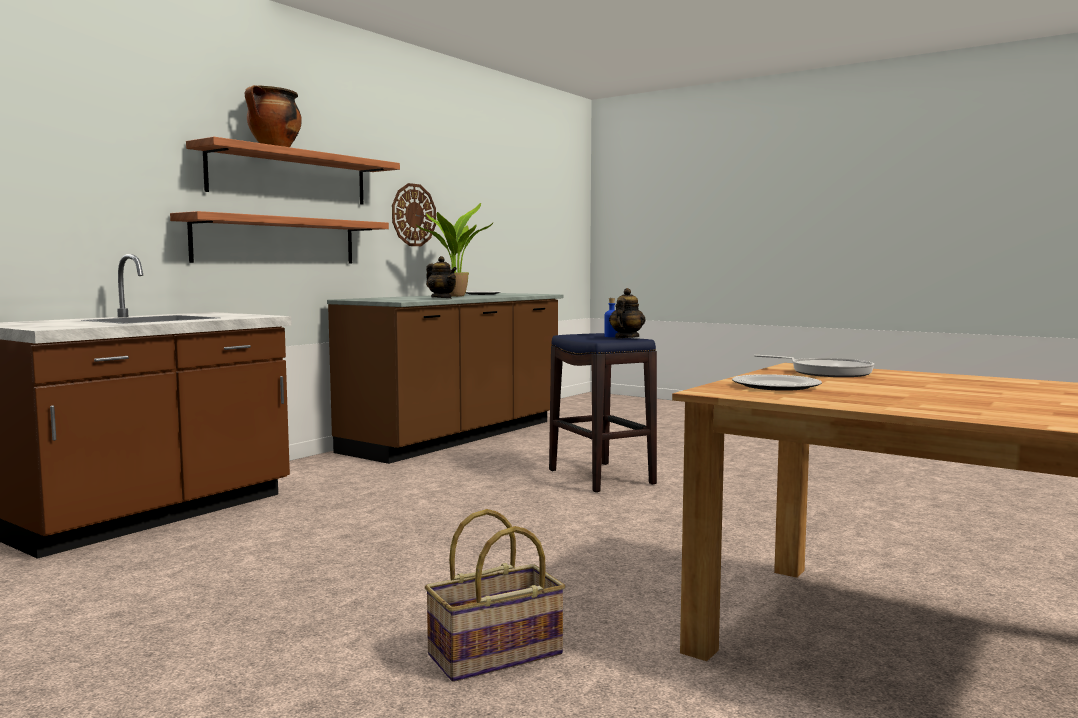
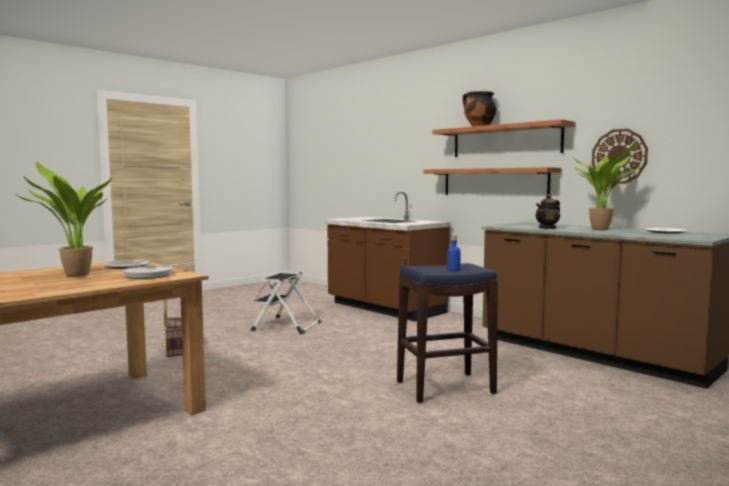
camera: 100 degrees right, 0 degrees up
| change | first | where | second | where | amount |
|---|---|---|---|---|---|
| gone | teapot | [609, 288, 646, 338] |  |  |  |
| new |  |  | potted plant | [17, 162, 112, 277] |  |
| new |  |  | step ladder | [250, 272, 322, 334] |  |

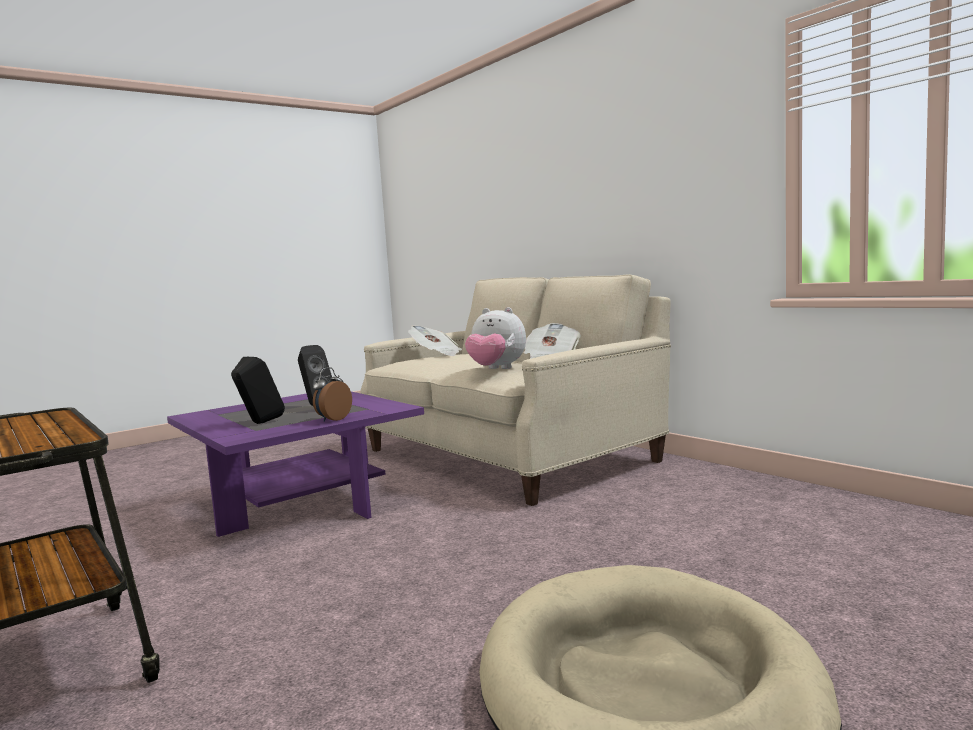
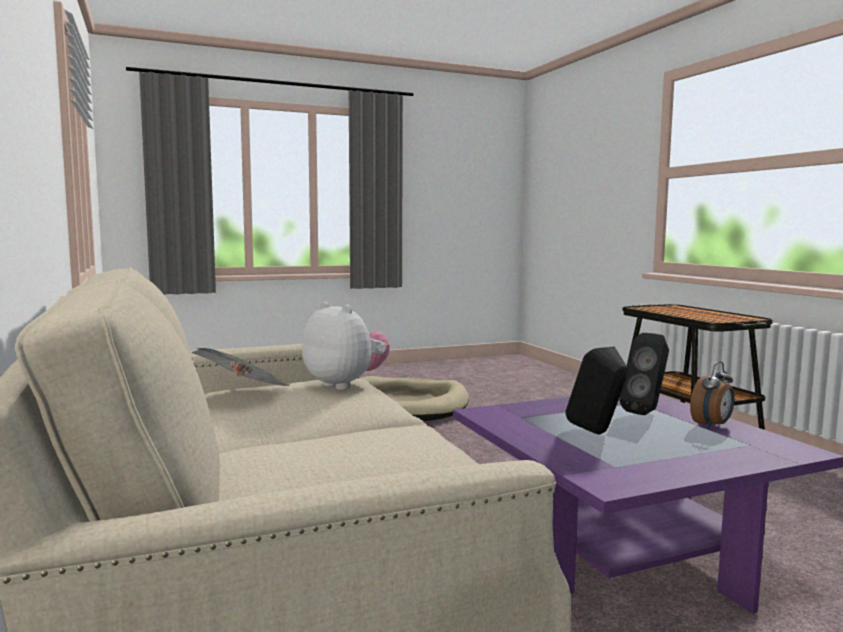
camera: 165 degrees left, 0 degrees up
| change | first | where | second | where | amount |
|---|---|---|---|---|---|
| gone | newspaper | [408, 325, 462, 356] |  |  |  |
| shifted | alarm clock | [313, 367, 352, 422] |  | [690, 361, 735, 429] |  |

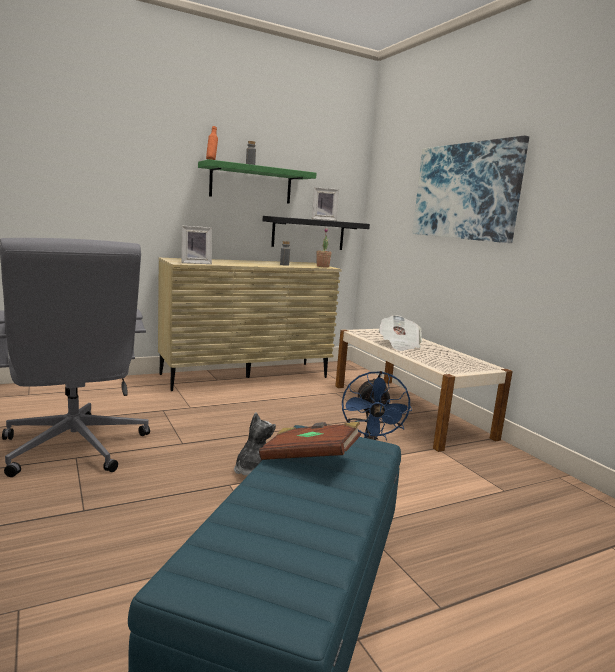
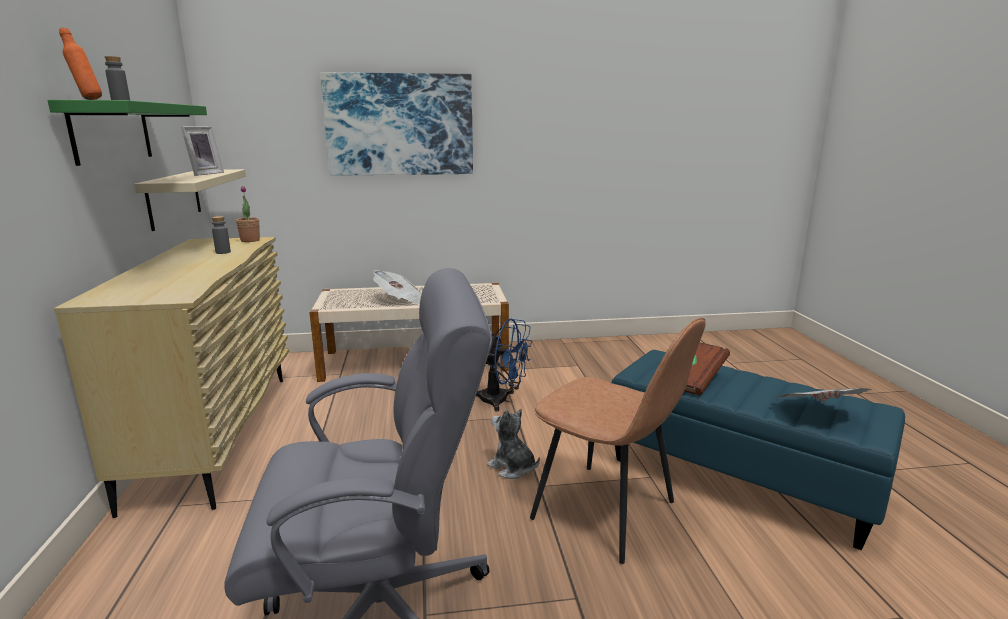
camera: 70 degrees left, 5 degrees up
| change | first | where | second | where | amount |
|---|---|---|---|---|---|
| repainted | black shelf | [263, 216, 370, 250] | beige shelf | [134, 169, 246, 231] |  |
| gone | picture frame | [181, 226, 212, 264] |  |  |  |
| new |  |  | brown chair | [530, 318, 706, 564] |  |
| new |  |  | newspaper | [775, 388, 872, 402] |  |

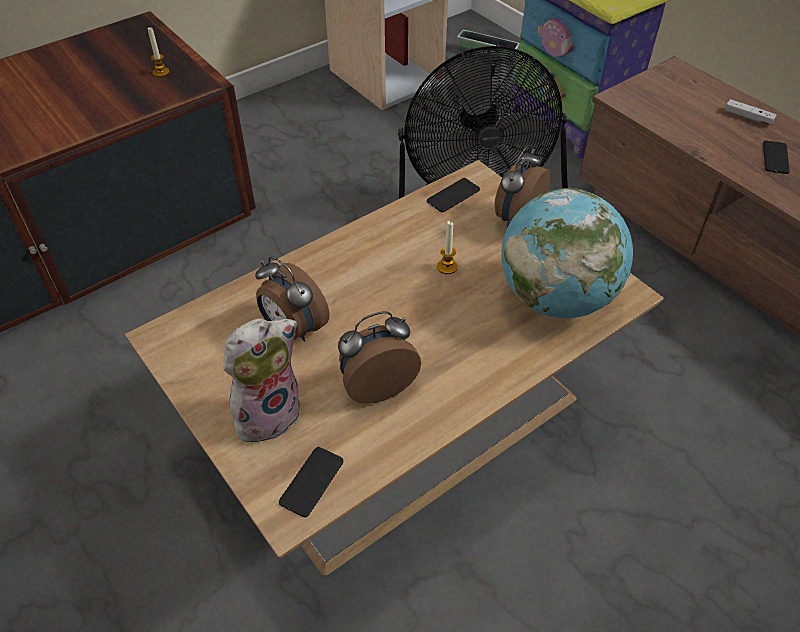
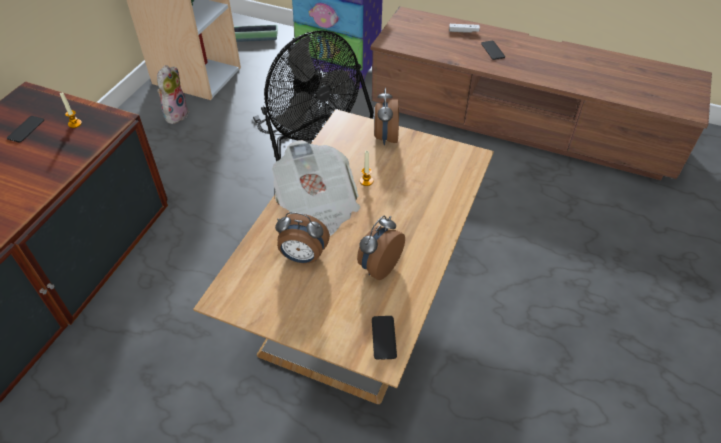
camera: 30 degrees left, 0 degrees up
| change | first | where | second | where | amount |
|---|---|---|---|---|---|
| shifted | phone | [427, 178, 480, 212] |  | [7, 116, 44, 143] |  |
| gone | globe | [501, 188, 633, 318] |  |  |  |
| shifted | plush toy | [223, 318, 300, 442] |  | [157, 65, 189, 124] |  |
| new |  |  | newspaper | [272, 140, 360, 236] |  |

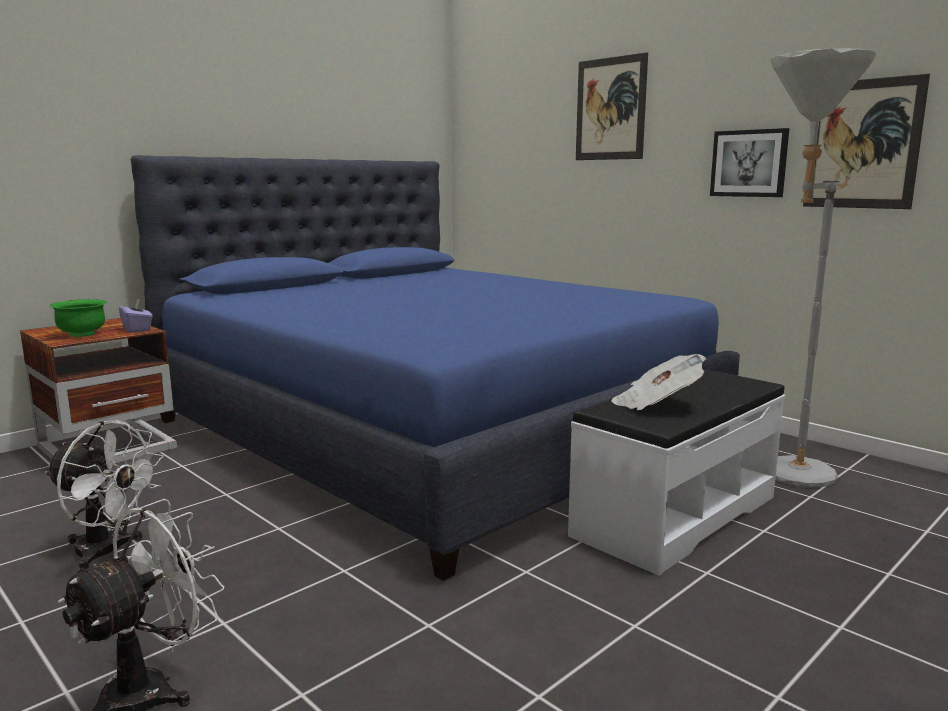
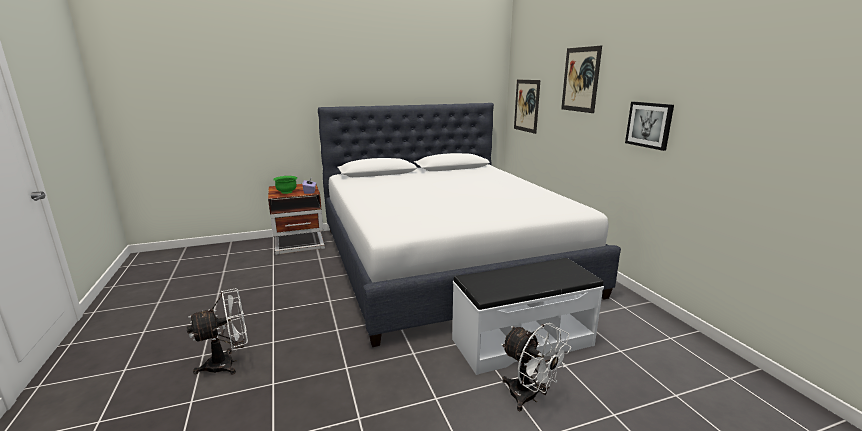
camera: 25 degrees right, 5 degrees up
| change | first | where | second | where | amount |
|---|---|---|---|---|---|
| gone | grey floor lamp | [771, 48, 876, 487] |  |  |  |
| shifted | picture | [803, 74, 930, 209] |  | [514, 79, 541, 134] |  |
| repainted | blue bed | [131, 155, 740, 581] | white bed | [318, 103, 621, 347] |  |
| gone | newspaper | [611, 354, 706, 410] |  |  |  |
| shifted | white fan | [45, 420, 164, 570] |  | [501, 323, 571, 411] |  |

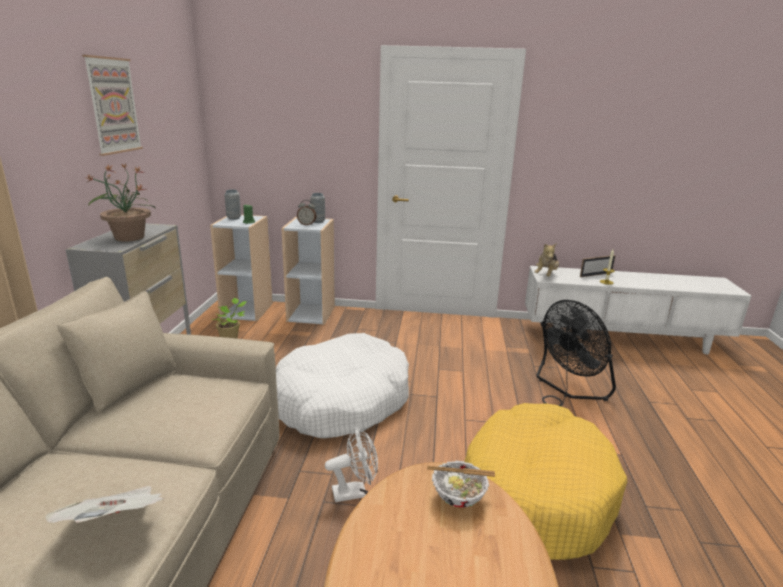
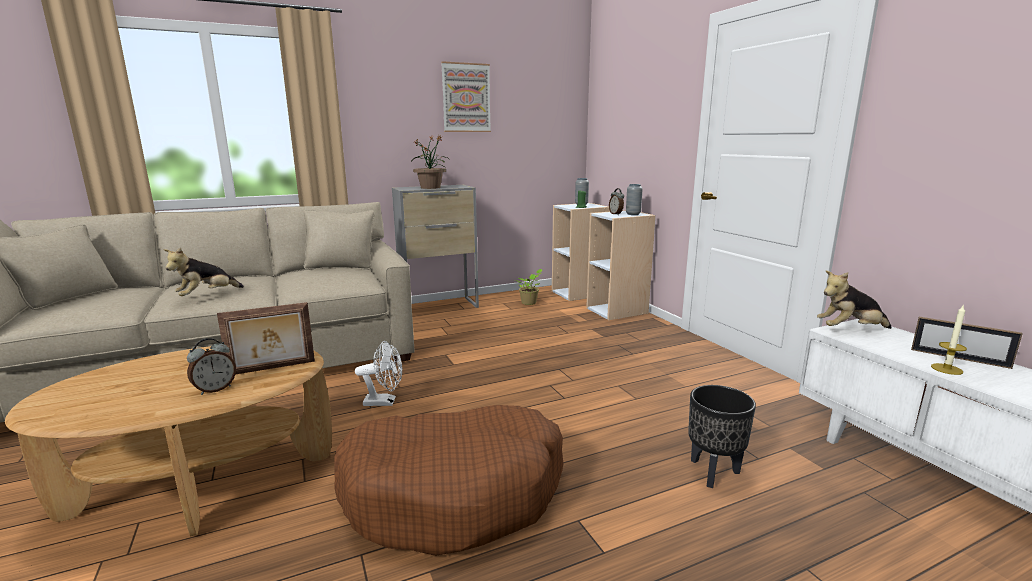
camera: 60 degrees right, 5 degrees down
| change | first | where | second | where | amount |
|---|---|---|---|---|---|
| swapped | black fan | [536, 300, 616, 406] | black planter | [688, 385, 756, 488] |  |
| gone | white dog bed | [276, 333, 409, 438] |  |  |  |
| repainted | yellow dog bed | [465, 403, 627, 560] | brown dog bed | [334, 405, 563, 556] |  |
| rotated | white fan | [325, 427, 378, 502] |  | [355, 341, 402, 406] | 45 degrees counterclockwise |
| swapped | bowl | [427, 461, 495, 508] | picture frame | [217, 302, 315, 375] |  |
| swapped | newspaper | [45, 486, 165, 523] | plush toy | [163, 247, 244, 296] |  |
| new |  |  | alarm clock | [187, 338, 236, 395] |  |

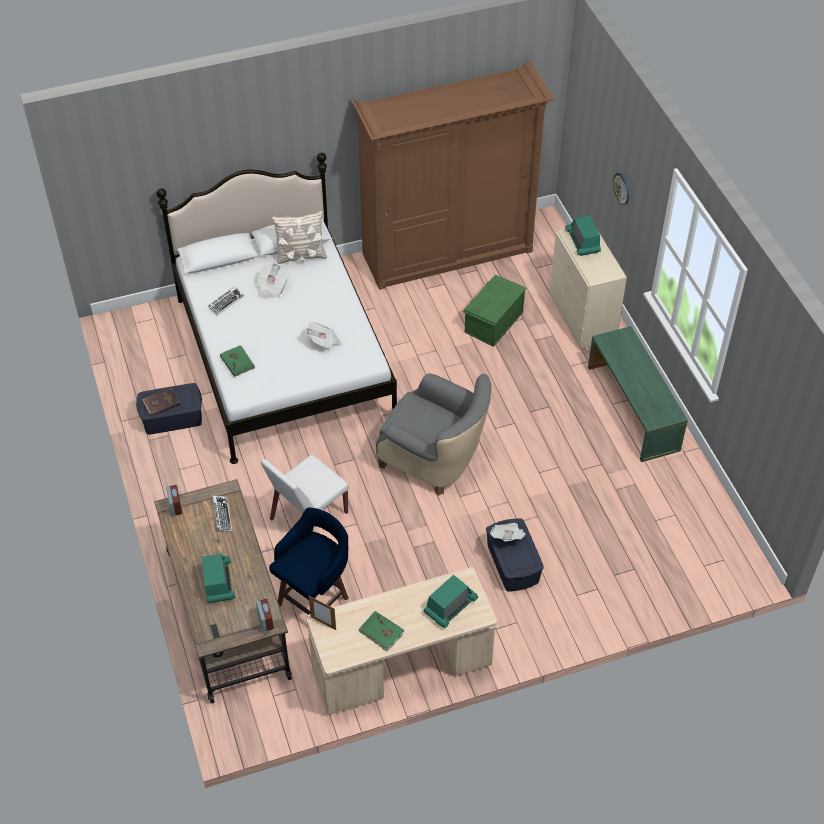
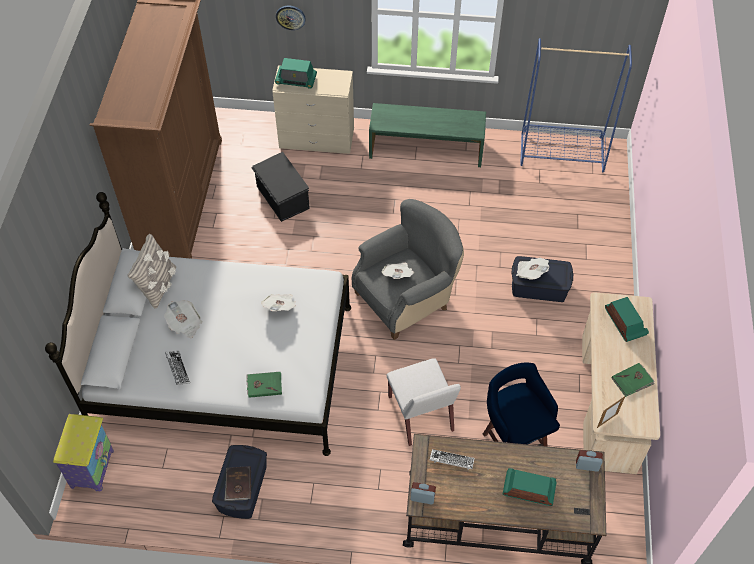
camera: 65 degrees left, 5 degrees up
| change | first | where | second | where | amount |
|---|---|---|---|---|---|
| repainted | green storage box | [462, 275, 527, 347] | black storage box | [251, 152, 310, 222] |  |
| new |  |  | blue clothes rack | [520, 38, 632, 173] |  |
| new |  |  | newspaper | [381, 262, 414, 279] |  |
| new |  |  | nightstand | [53, 414, 114, 492] |  |

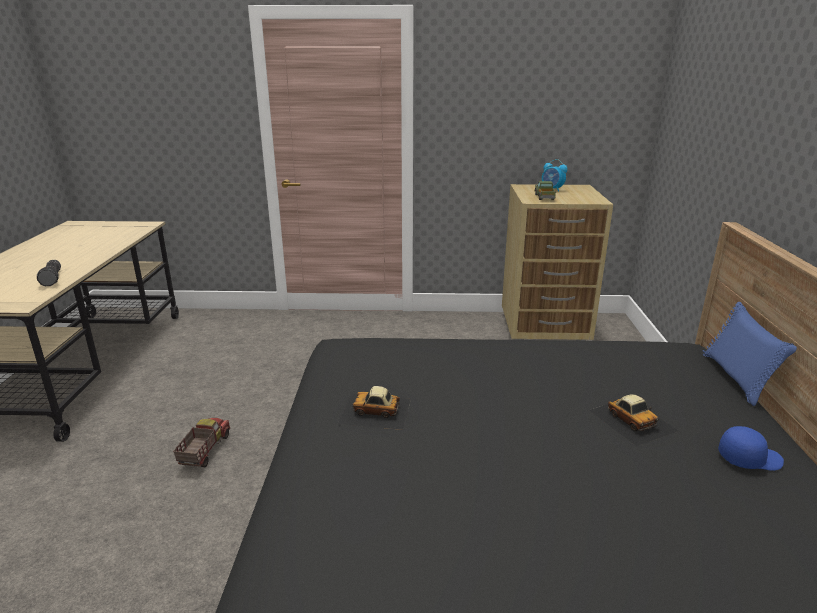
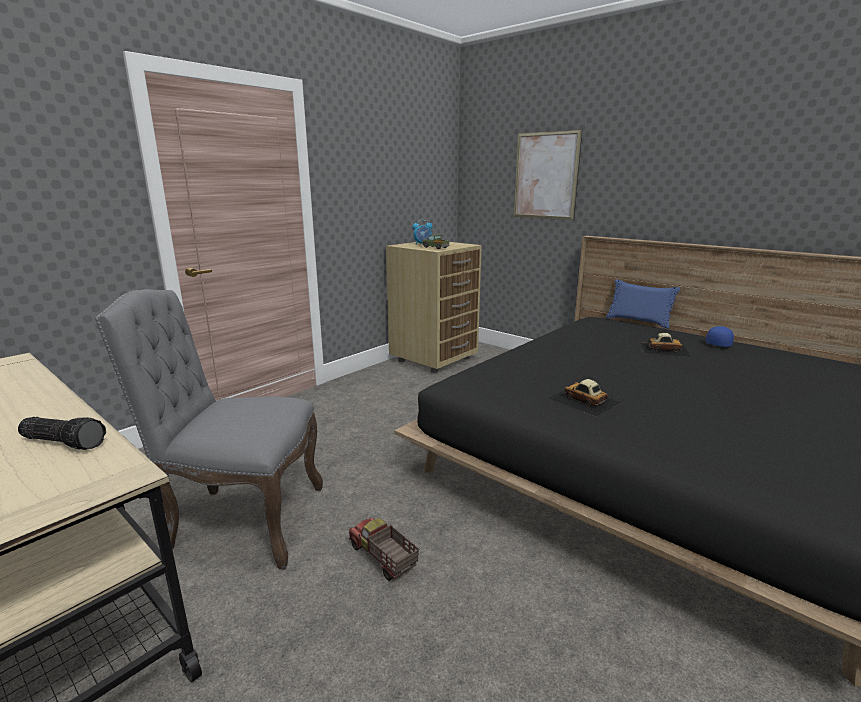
camera: 50 degrees left, 5 degrees down
| change | first | where | second | where | amount |
|---|---|---|---|---|---|
| rotated | toy car | [338, 386, 411, 430] |  | [548, 379, 621, 416] | 90 degrees clockwise |
| new |  |  | picture | [514, 129, 582, 220] |  |
| new |  |  | grey chair | [95, 289, 323, 569] |  |

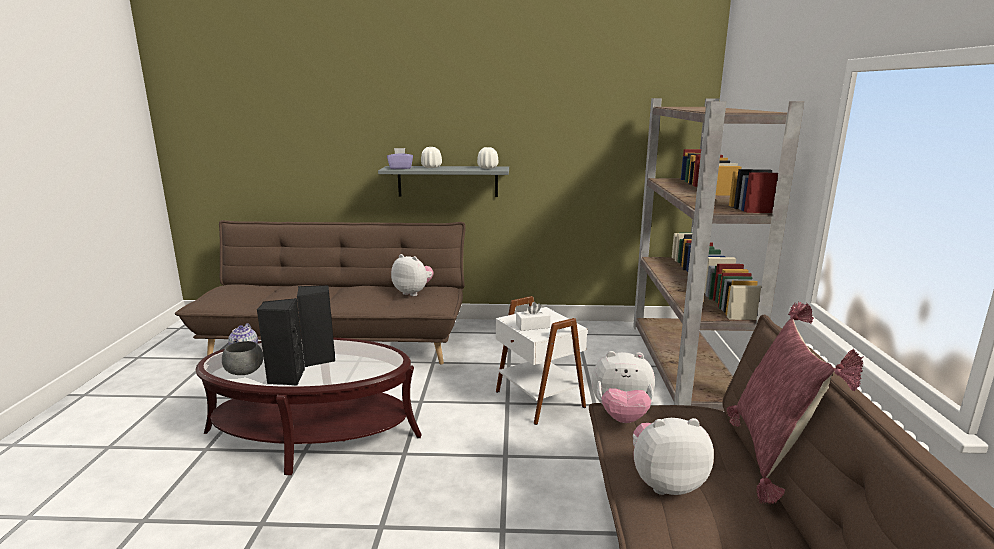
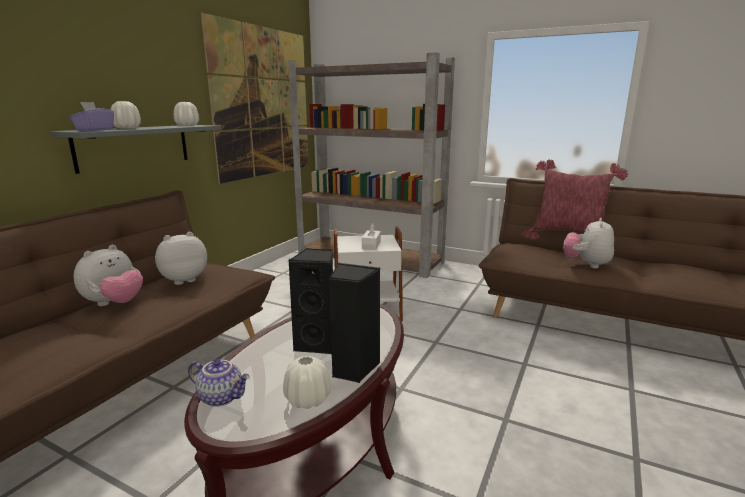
camera: 65 degrees left, 0 degrees up
| change | first | where | second | where | amount |
|---|---|---|---|---|---|
| swapped | grey bowl | [222, 341, 263, 375] | white vase | [283, 356, 331, 409] |  |
| shifted | plush toy | [591, 351, 655, 423] |  | [73, 245, 143, 306] |  |
| new |  |  | picture | [201, 13, 309, 184] |  |

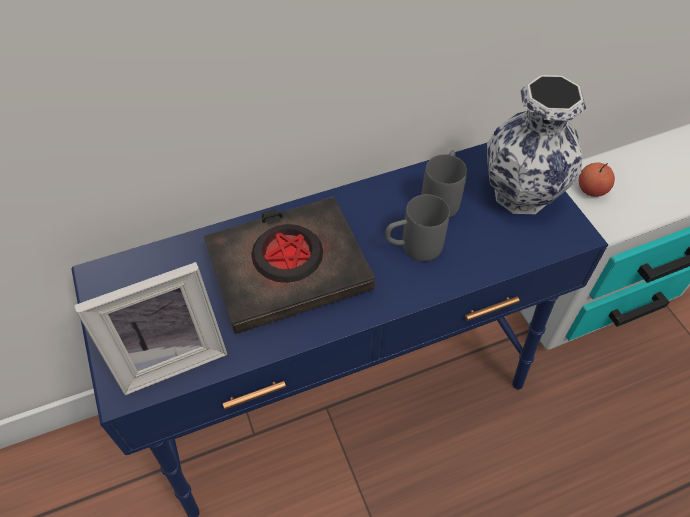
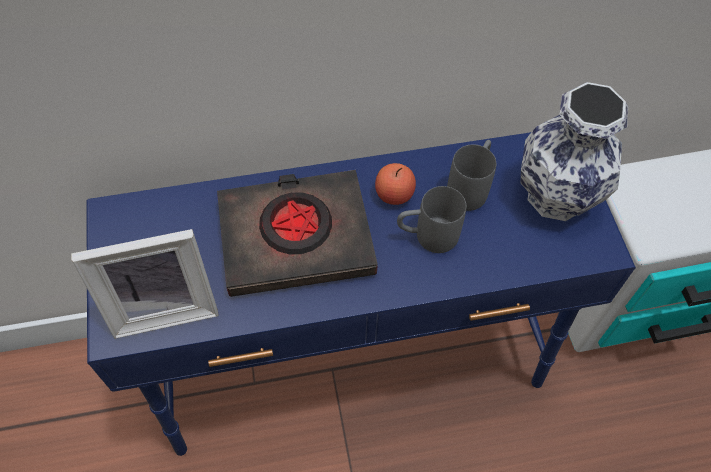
camera: 10 degrees right, 5 degrees up
| change | first | where | second | where | amount |
|---|---|---|---|---|---|
| shifted | apple | [579, 162, 615, 197] |  | [375, 163, 416, 205] |  |

